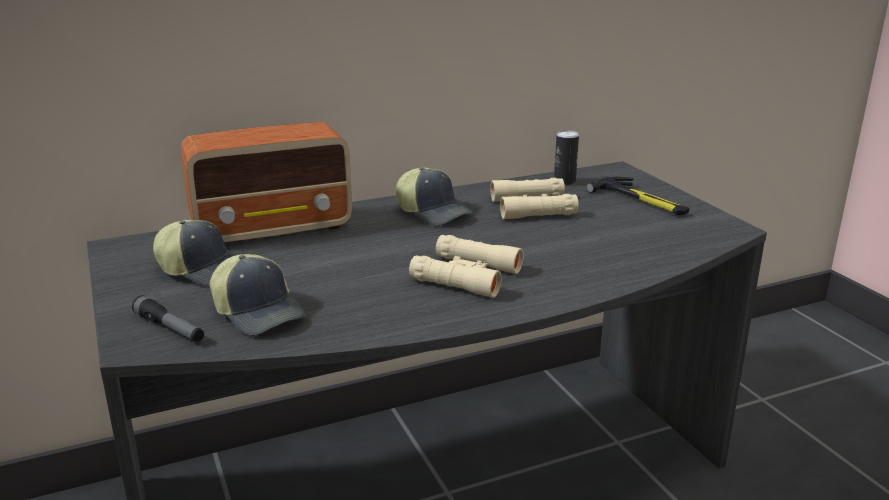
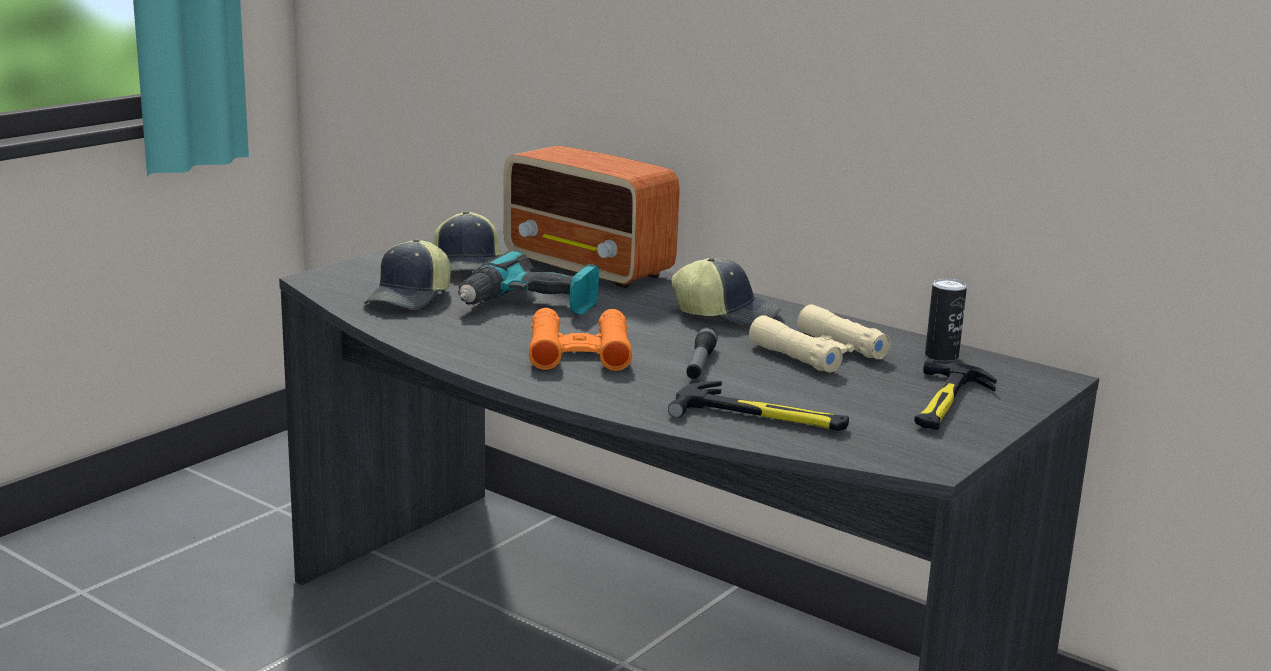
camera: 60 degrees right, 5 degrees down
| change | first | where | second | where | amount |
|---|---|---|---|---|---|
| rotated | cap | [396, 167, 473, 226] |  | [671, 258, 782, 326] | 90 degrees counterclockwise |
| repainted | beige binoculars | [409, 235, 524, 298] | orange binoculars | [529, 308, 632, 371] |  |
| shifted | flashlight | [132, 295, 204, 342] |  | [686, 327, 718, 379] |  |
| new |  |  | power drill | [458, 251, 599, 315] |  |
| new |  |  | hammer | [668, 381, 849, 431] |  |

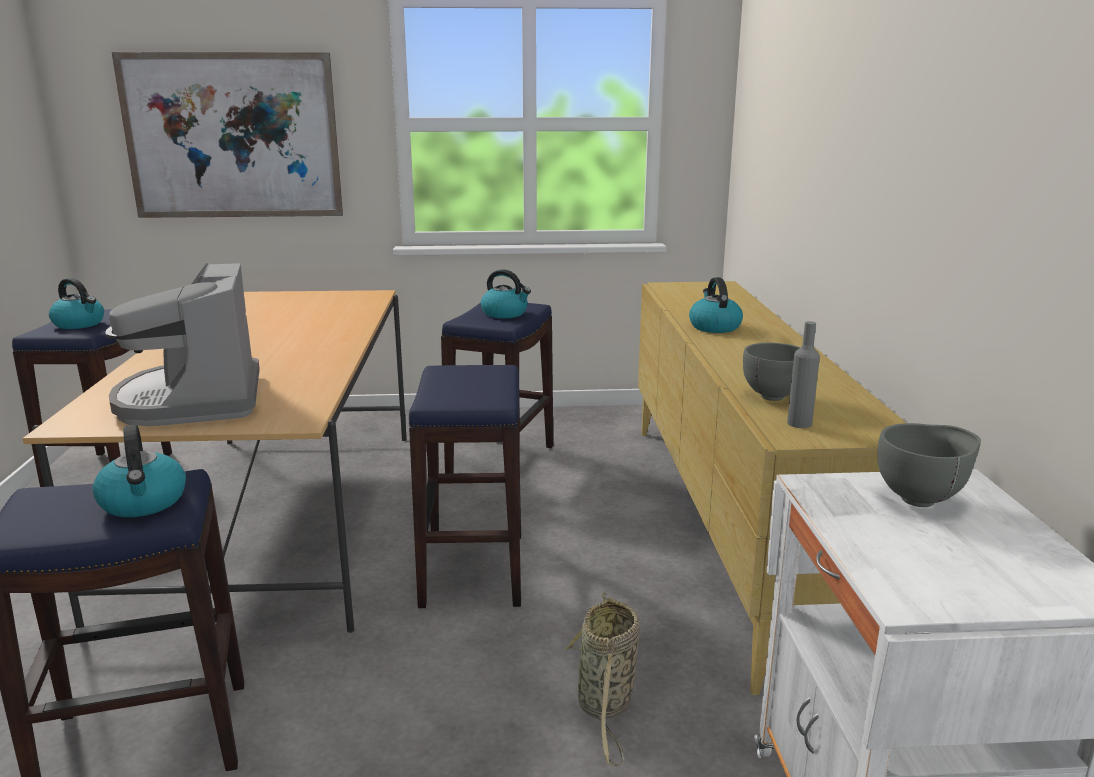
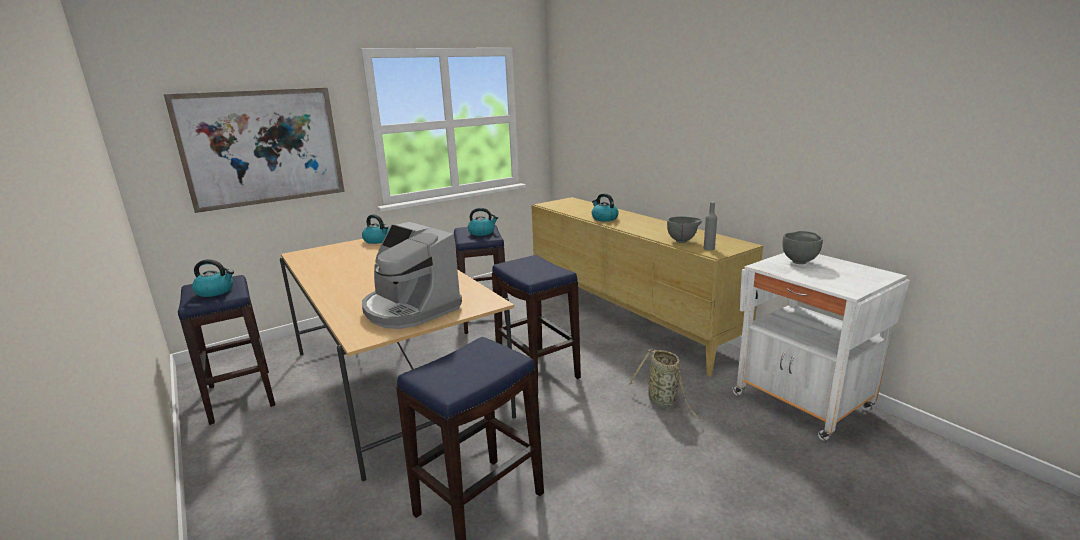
camera: 30 degrees left, 0 degrees up
| change | first | where | second | where | amount |
|---|---|---|---|---|---|
| shifted | kettle | [92, 425, 186, 517] |  | [362, 214, 389, 244] |  |

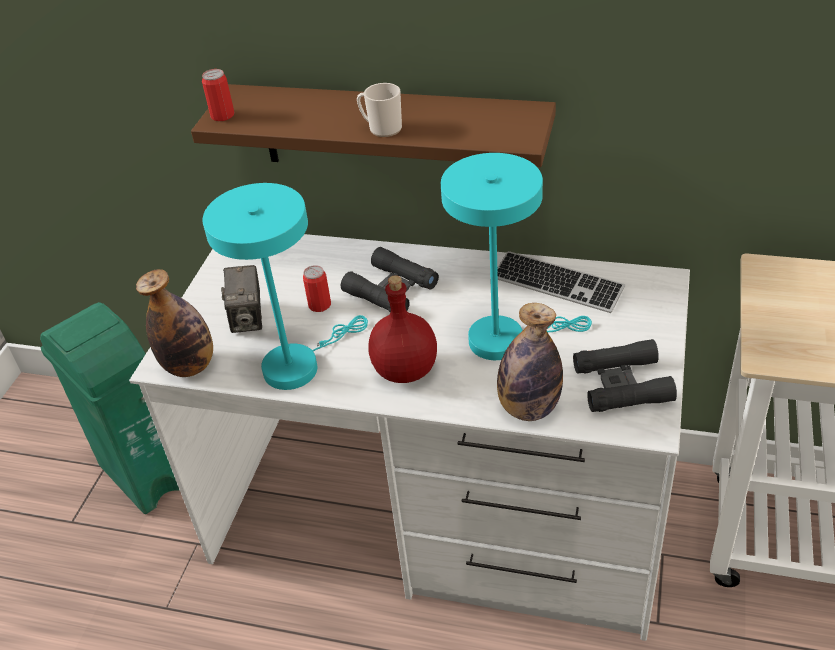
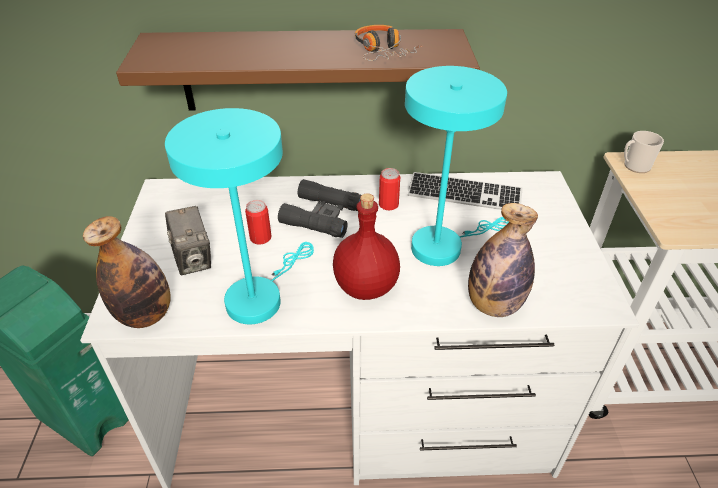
camera: 20 degrees left, 0 degrees up
| change | first | where | second | where | amount |
|---|---|---|---|---|---|
| shifted | can | [202, 69, 235, 121] |  | [379, 168, 400, 210] |  |
| shifted | mug | [357, 83, 402, 137] |  | [624, 131, 664, 173] |  |
| gone | black binoculars | [573, 339, 677, 412] |  |  |  |
| new |  |  | headphones | [355, 25, 423, 61] |  |

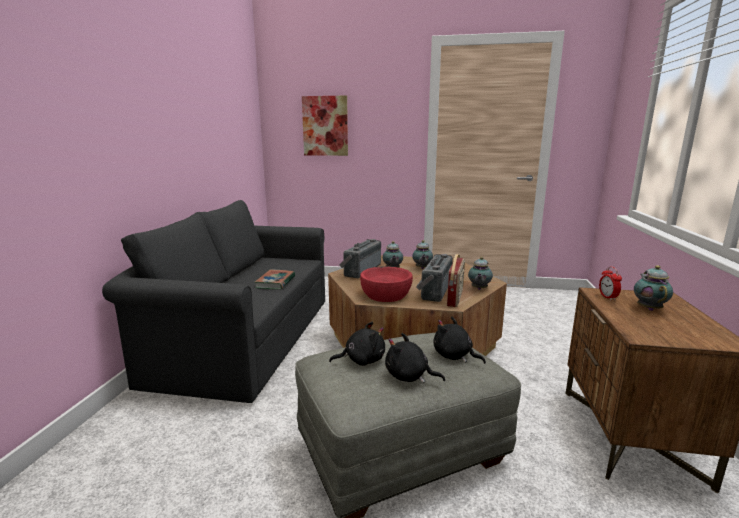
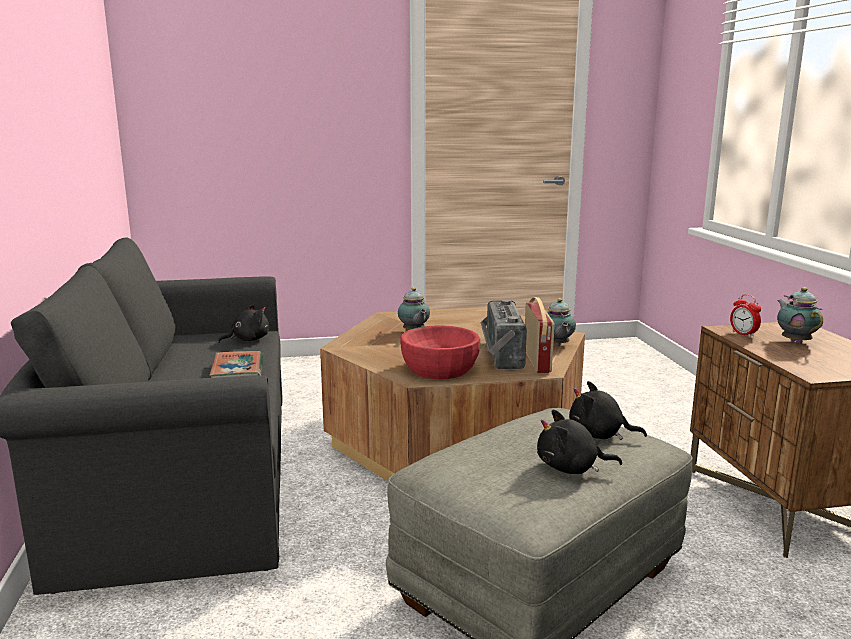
camera: 20 degrees left, 0 degrees up
| change | first | where | second | where | amount |
|---|---|---|---|---|---|
| gone | picture | [302, 96, 348, 156] |  |  |  |
| gone | radio | [339, 239, 381, 278] |  |  |  |
| gone | teapot | [412, 240, 433, 269] |  |  |  |
| shifted | black plush toy | [329, 322, 385, 366] |  | [218, 304, 269, 343] |  |

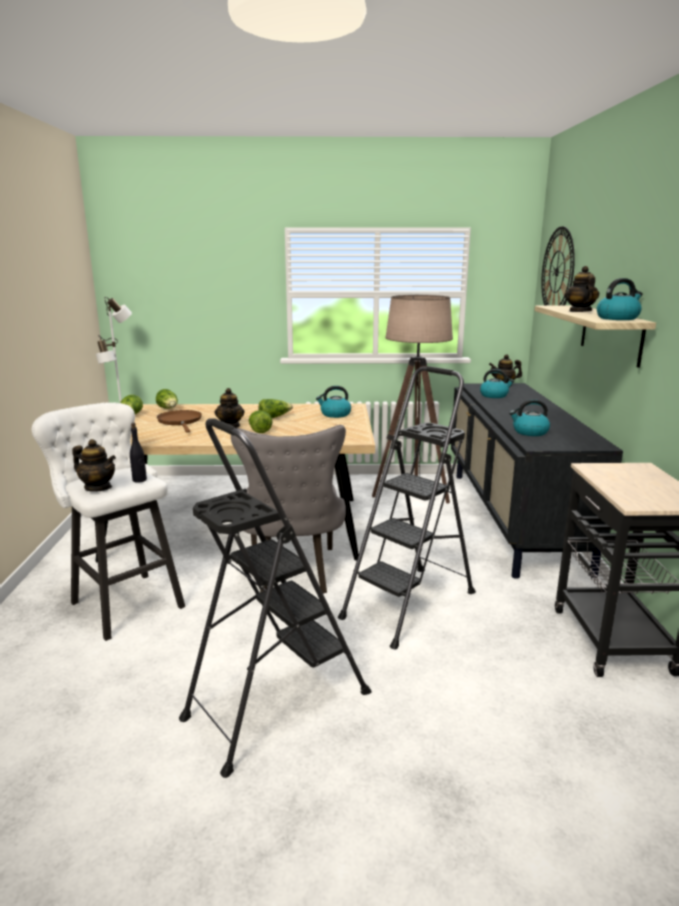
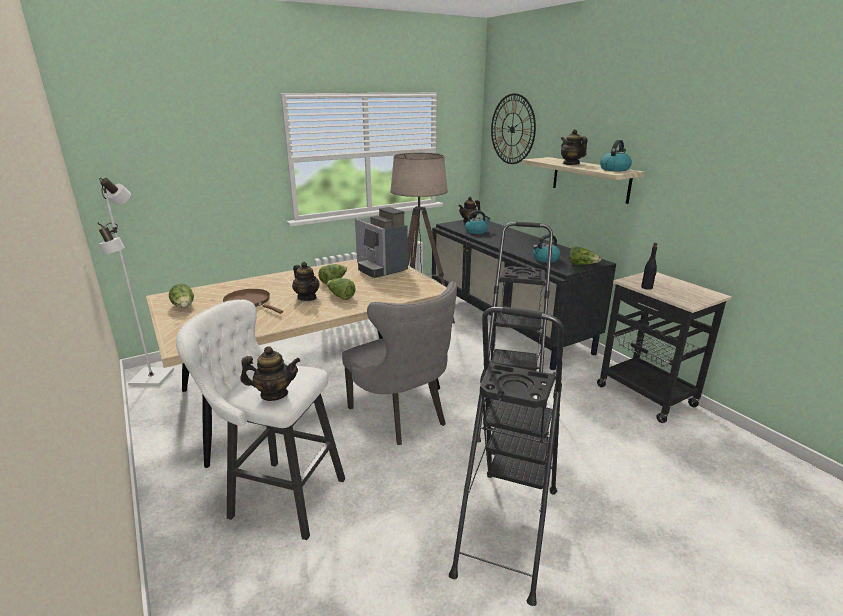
camera: 30 degrees left, 5 degrees up
| change | first | where | second | where | amount |
|---|---|---|---|---|---|
| swapped | kettle | [316, 386, 351, 418] | coffee machine | [355, 207, 408, 278] |  |
| shifted | lettuce | [156, 389, 178, 409] |  | [569, 246, 601, 265] |  |
| shifted | black bottle | [130, 423, 147, 483] |  | [641, 243, 657, 290] |  |

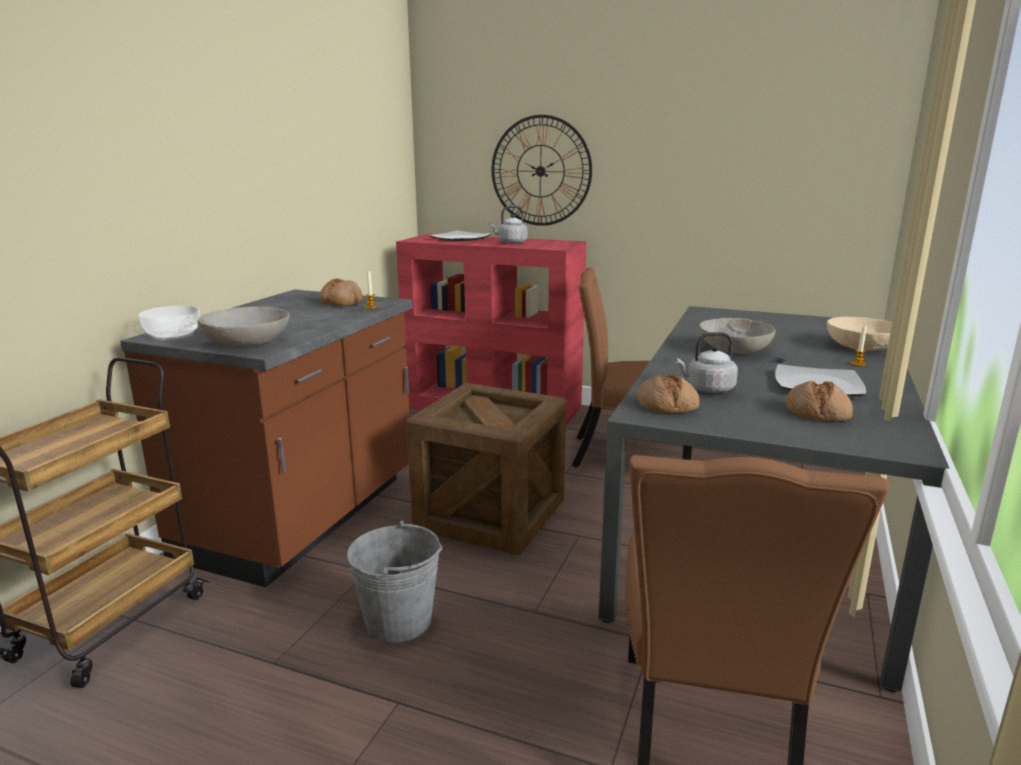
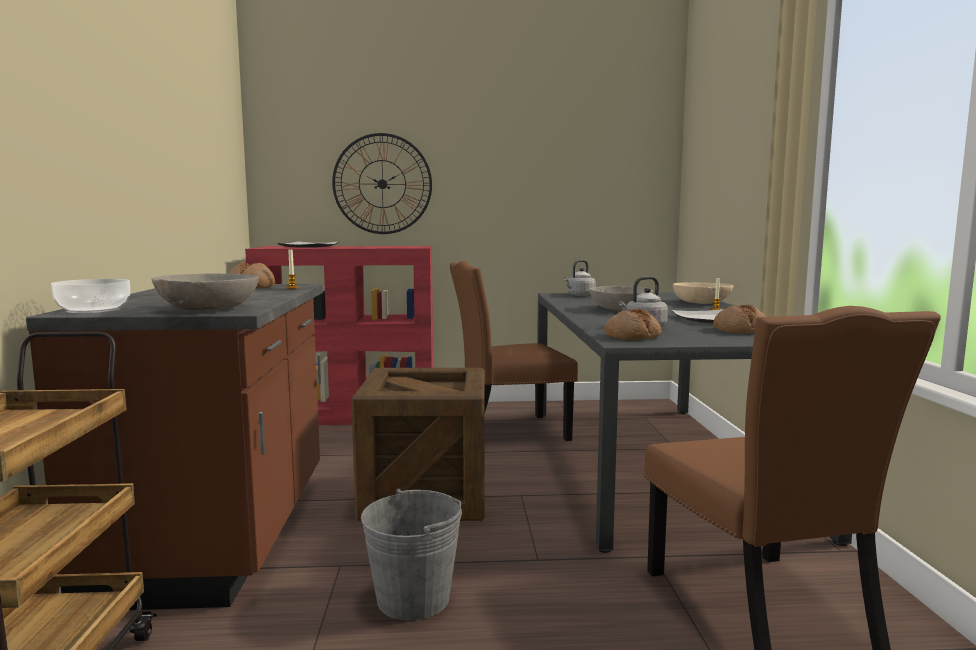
camera: 25 degrees left, 10 degrees down
| change | first | where | second | where | amount |
|---|---|---|---|---|---|
| shifted | grey kettle | [490, 206, 528, 244] |  | [564, 260, 596, 296] |  |

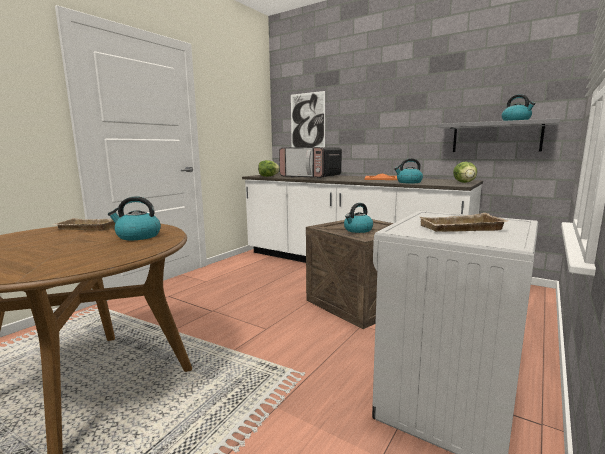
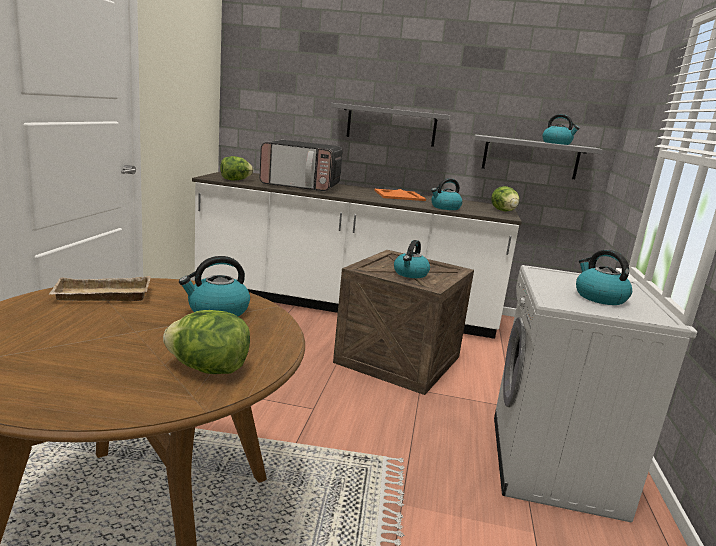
camera: 25 degrees left, 5 degrees up
| change | first | where | second | where | amount |
|---|---|---|---|---|---|
| gone | picture | [291, 91, 325, 148] |  |  |  |
| swapped | beige tray | [420, 213, 508, 232] | kettle | [576, 250, 632, 305] |  |
| new |  |  | grey shelf | [331, 103, 450, 147] |  |
| new |  |  | lettuce | [163, 310, 250, 374] |  |

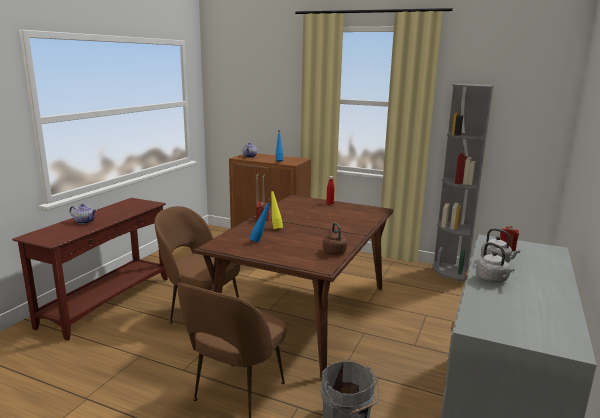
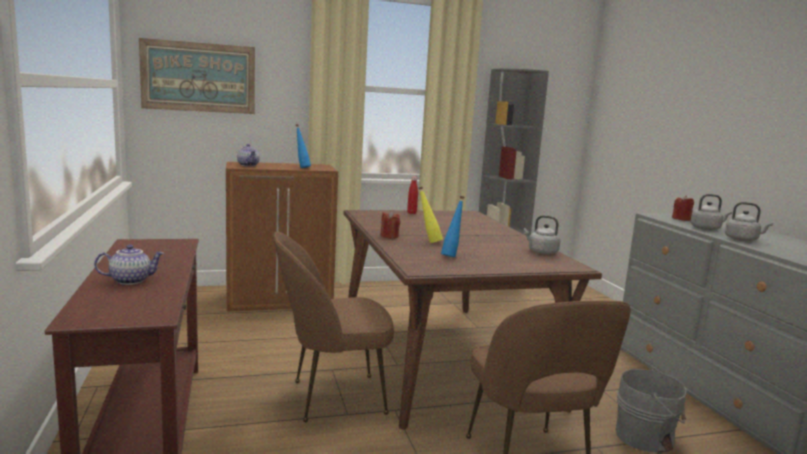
camera: 40 degrees left, 5 degrees down
| change | first | where | second | where | amount |
|---|---|---|---|---|---|
| repainted | brown kettle | [323, 223, 347, 255] | grey kettle | [524, 215, 560, 255] |  |
| new |  |  | picture | [139, 38, 255, 114] |  |

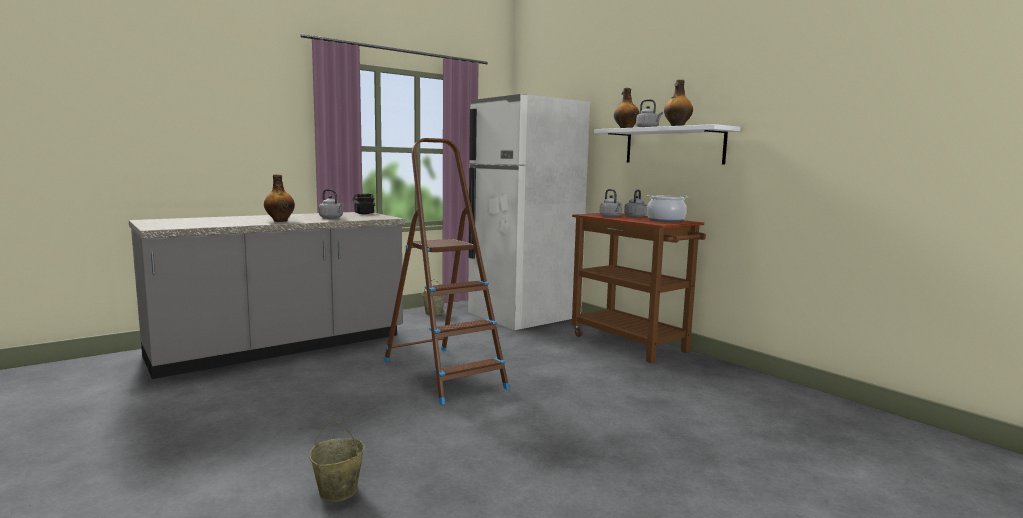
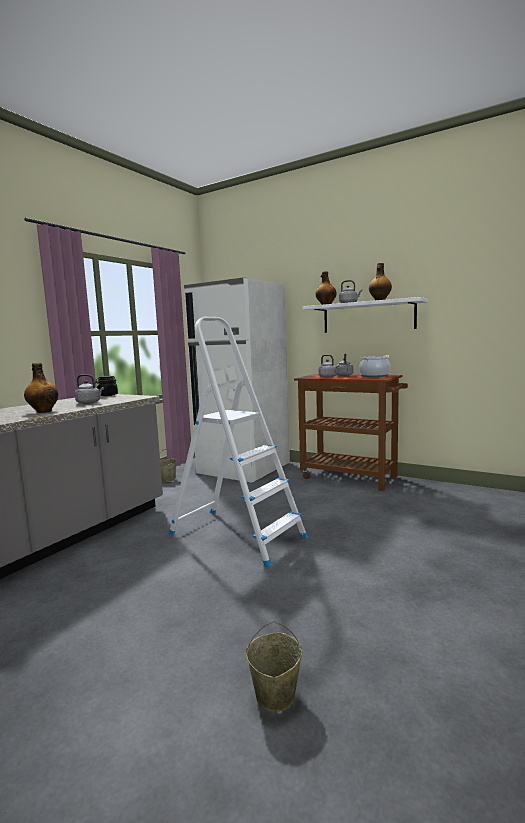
camera: 20 degrees left, 0 degrees up
| change | first | where | second | where | amount |
|---|---|---|---|---|---|
| repainted | brown step ladder | [384, 138, 510, 405] | white step ladder | [169, 317, 308, 567] |  |

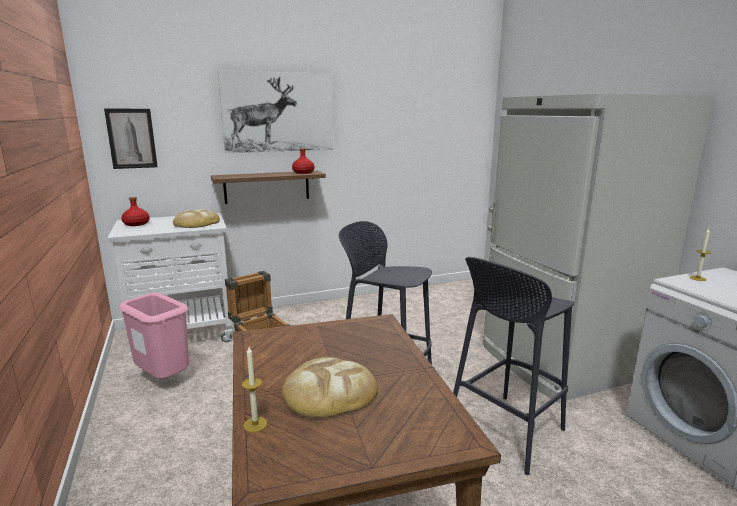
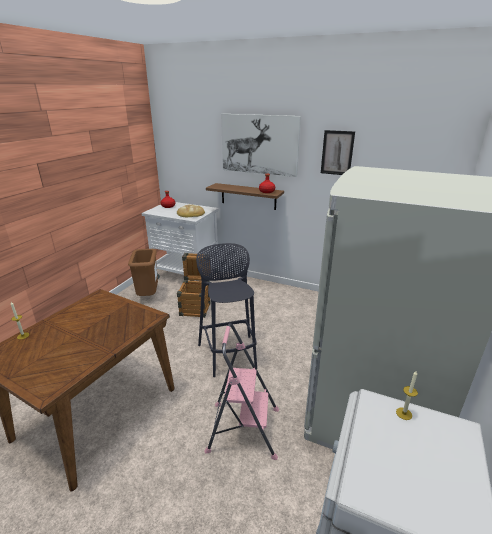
camera: 45 degrees right, 10 degrees up
| change | first | where | second | where | amount |
|---|---|---|---|---|---|
| shifted | picture | [104, 109, 158, 169] |  | [321, 130, 355, 175] |  |
| swapped | grey stool | [453, 257, 574, 475] | pink step ladder | [204, 323, 279, 460] |  |
| repainted | pink trash can | [119, 293, 189, 379] | brown trash can | [128, 249, 158, 296] |  |
| gone | bread | [282, 357, 378, 418] |  |  |  |

